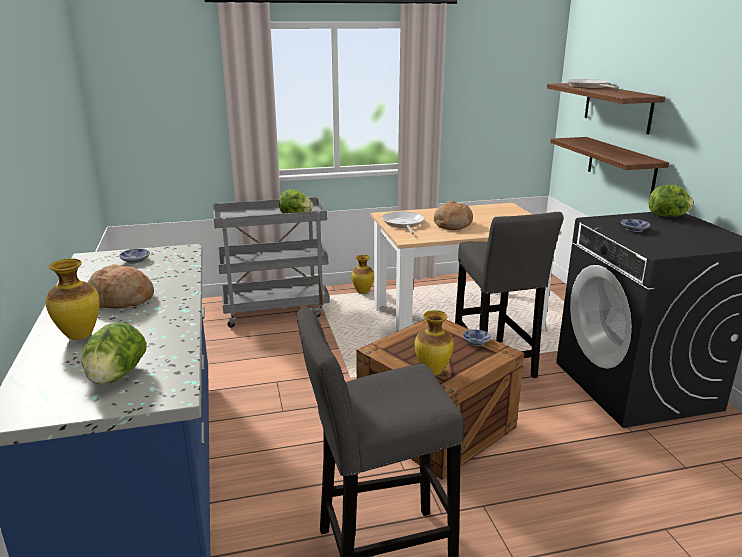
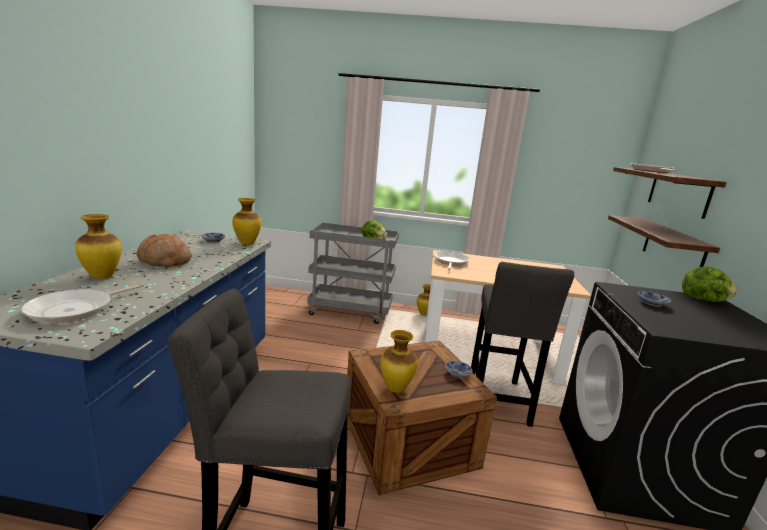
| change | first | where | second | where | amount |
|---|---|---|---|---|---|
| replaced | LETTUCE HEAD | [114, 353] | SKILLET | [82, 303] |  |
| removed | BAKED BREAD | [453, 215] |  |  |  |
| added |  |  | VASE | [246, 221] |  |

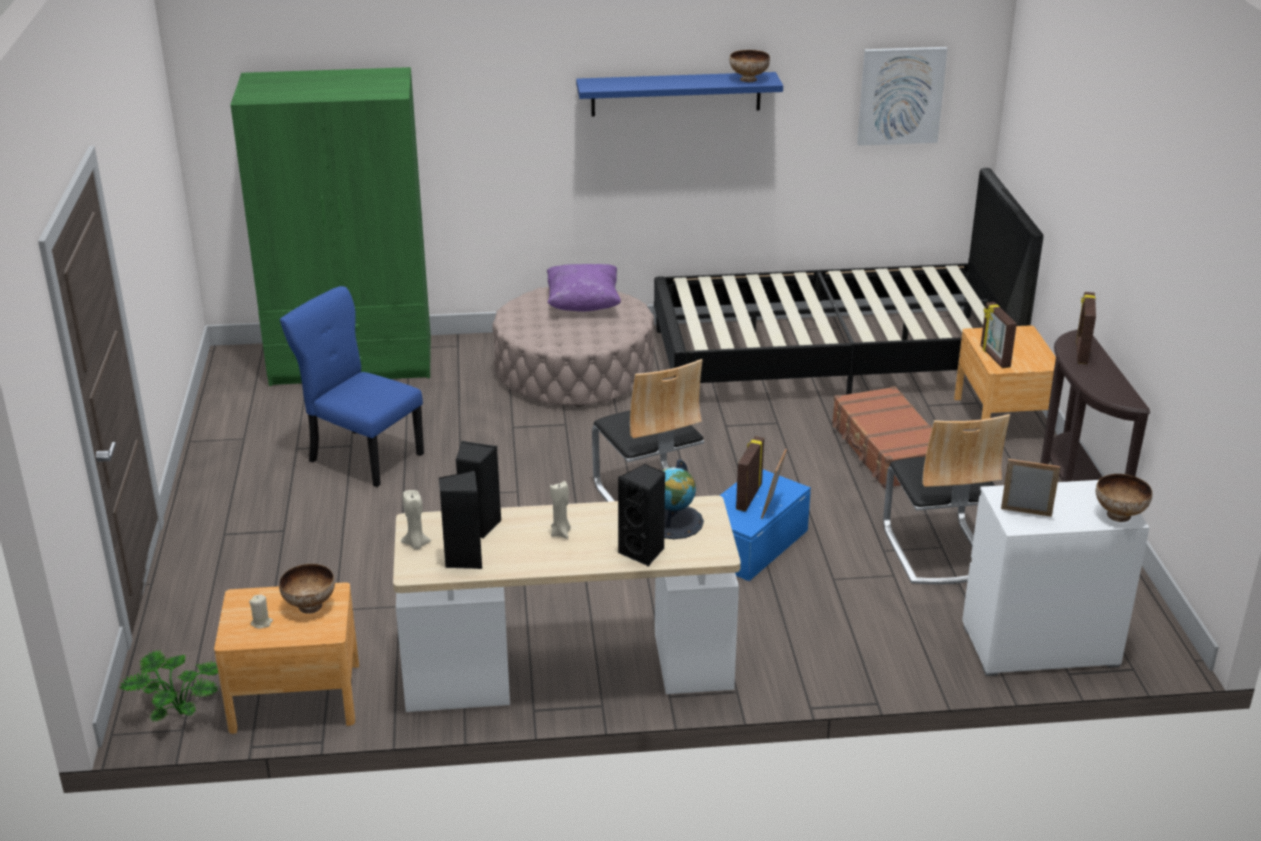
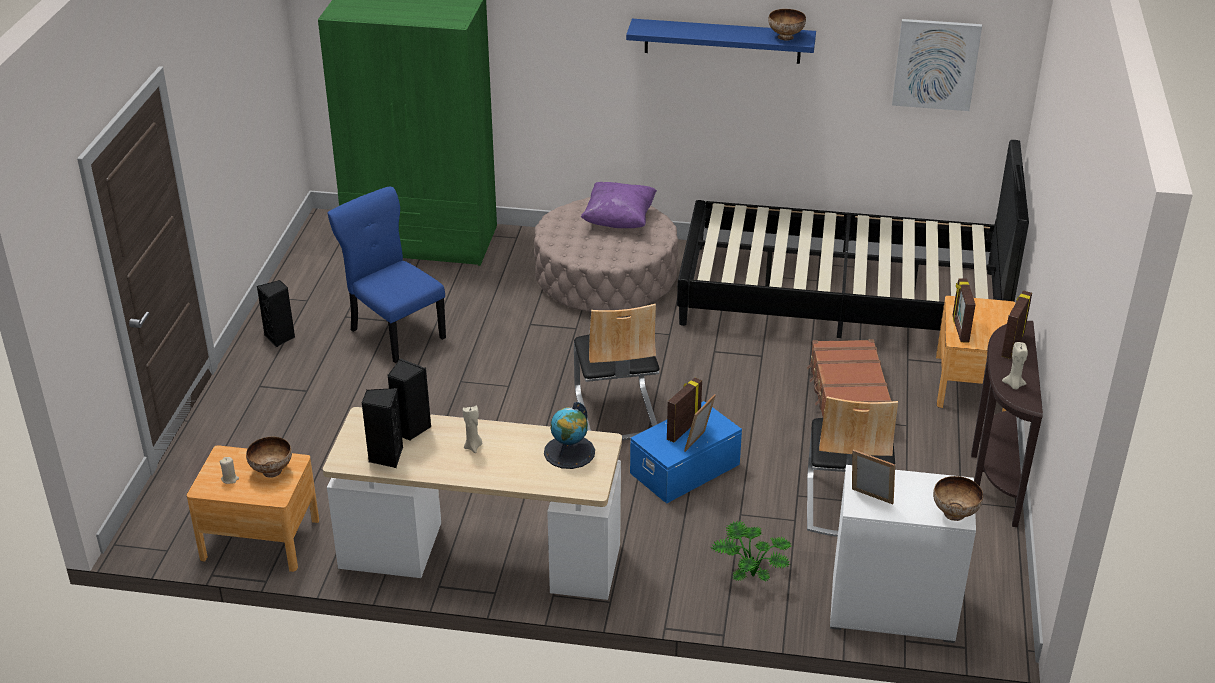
| change | first | where | second | where | amount |
|---|---|---|---|---|---|
| moved | POTTED PLANT | [168, 685] |  | [751, 551] |  |
| moved | SAND-COLOURED WAX LIGHT | [416, 519] |  | [1015, 366] |  |
| moved | BLACK-COLOURED SPEAKER | [641, 515] |  | [276, 313] |  |

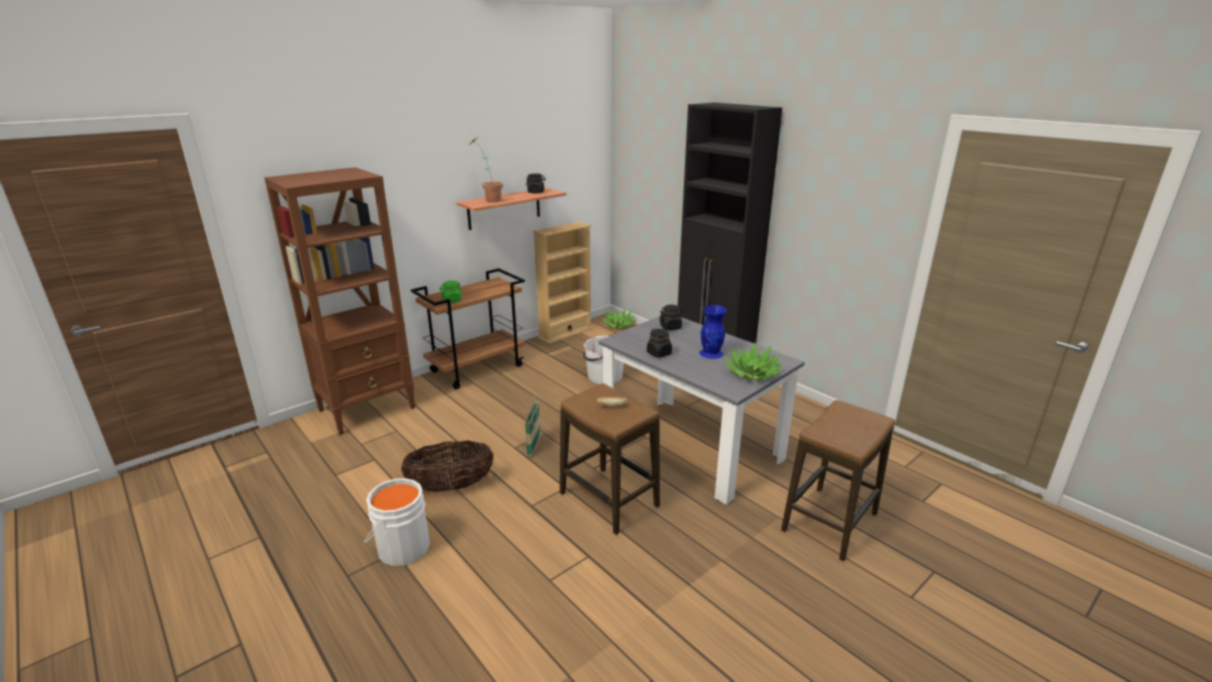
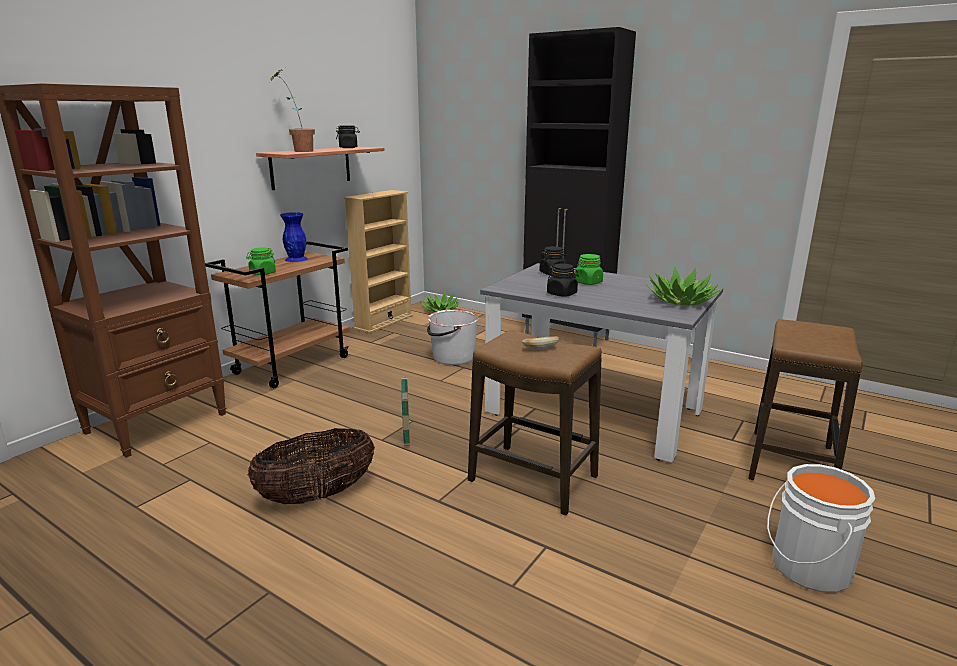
| change | first | where | second | where | amount |
|---|---|---|---|---|---|
| moved | WHITE PAIL | [397, 522] |  | [821, 528] |  |
| moved | BLUE VASE | [713, 332] |  | [294, 237] |  |
| added |  |  | GREEN-COLOURED STORAGE JAR | [588, 269] |  |

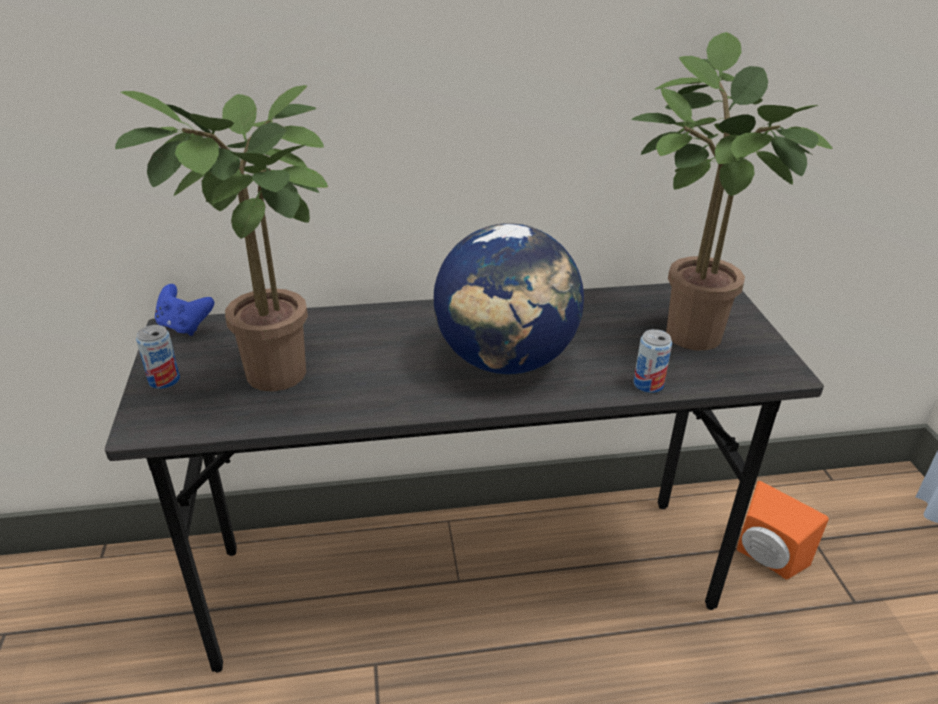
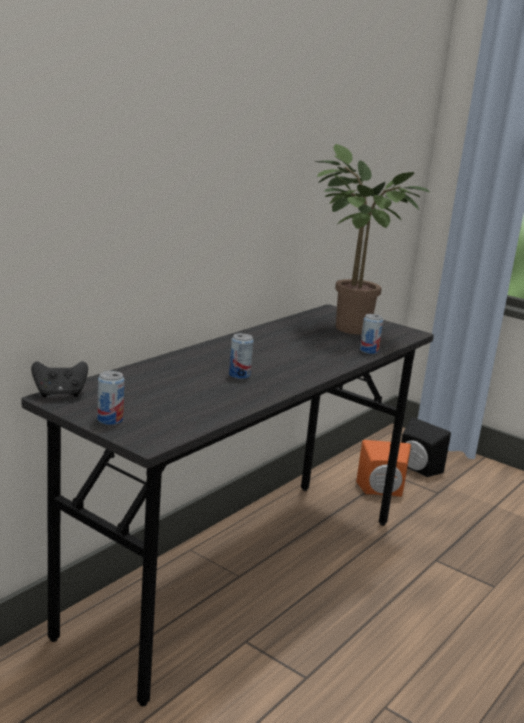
| change | first | where | second | where | amount |
|---|---|---|---|---|---|
| removed | POTTED PLANT | [221, 238] |  |  |  |
| recoloured | BLUE GAMEPAD | [184, 310] | BLACK-COLOURED GAMEPAD | [59, 379] |  |
| removed | DESK GLOBE | [509, 298] |  |  |  |
| added |  |  | METAL CAN | [241, 356] |  |
| added |  |  | BLACK-COLOURED SPEAKER | [426, 447] |  |

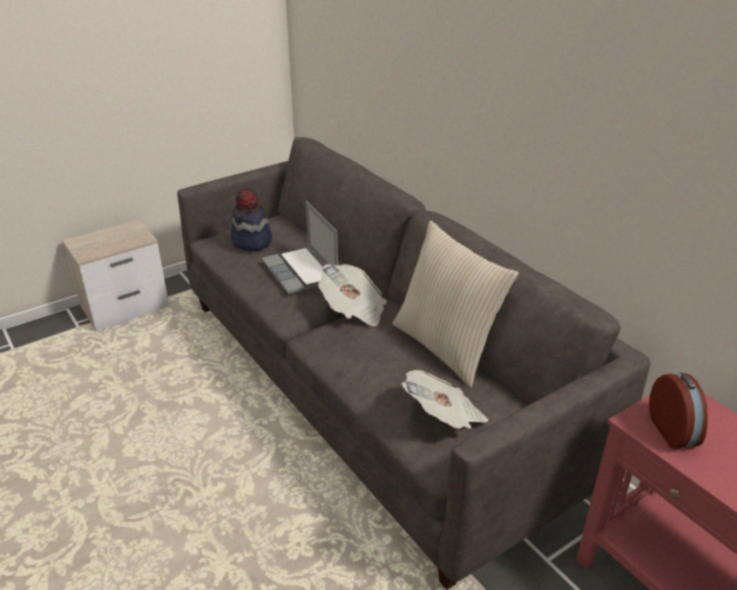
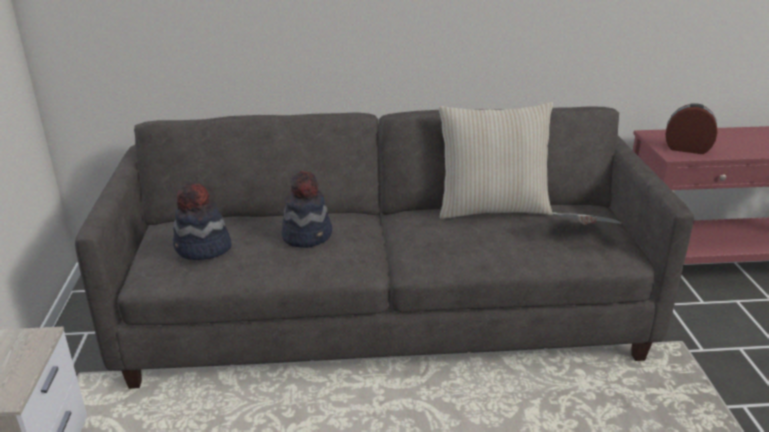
| change | first | where | second | where | amount |
|---|---|---|---|---|---|
| replaced | NOTEBOOK COMPUTER | [300, 248] | CLOTHING HAT | [307, 209] |  |
| removed | PRINTED PAPER | [352, 295] |  |  |  |

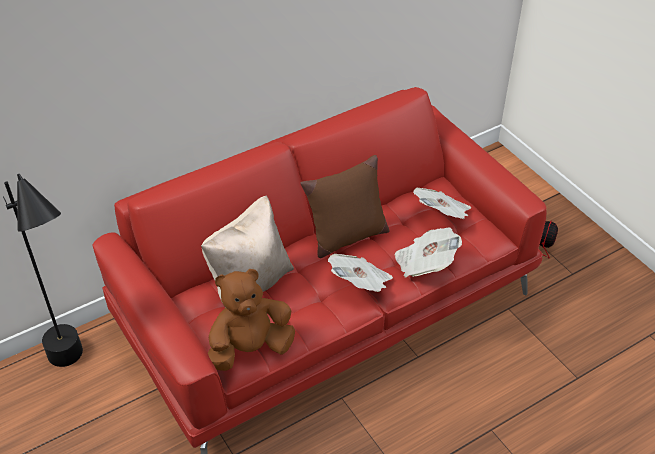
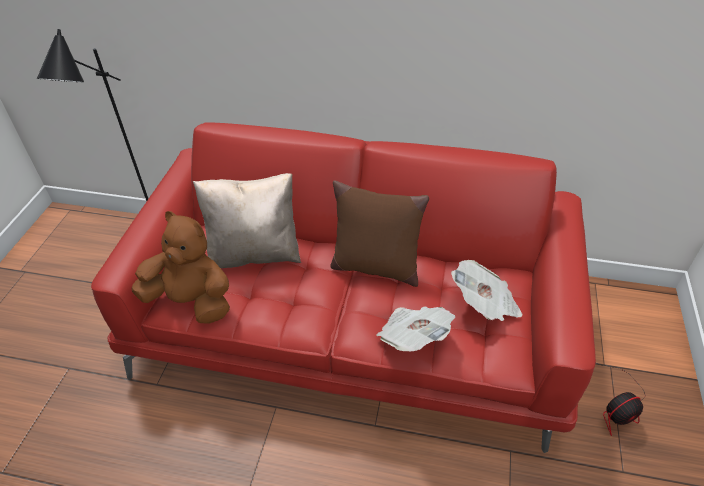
| change | first | where | second | where | amount |
|---|---|---|---|---|---|
| removed | PRINTED PAPER | [360, 273] |  |  |  |

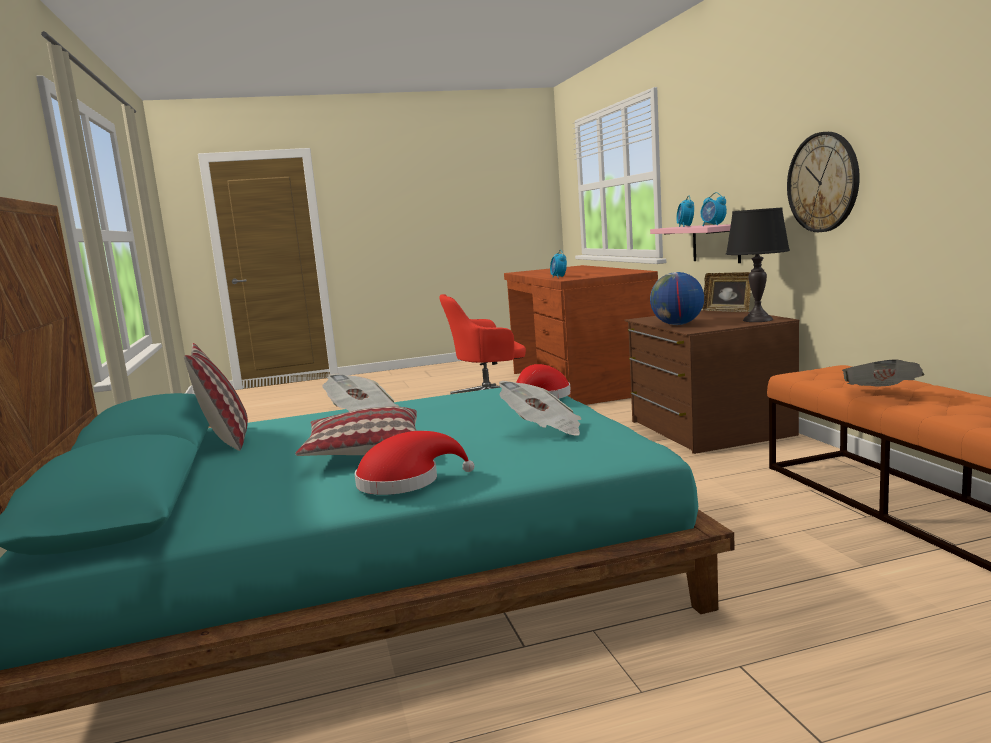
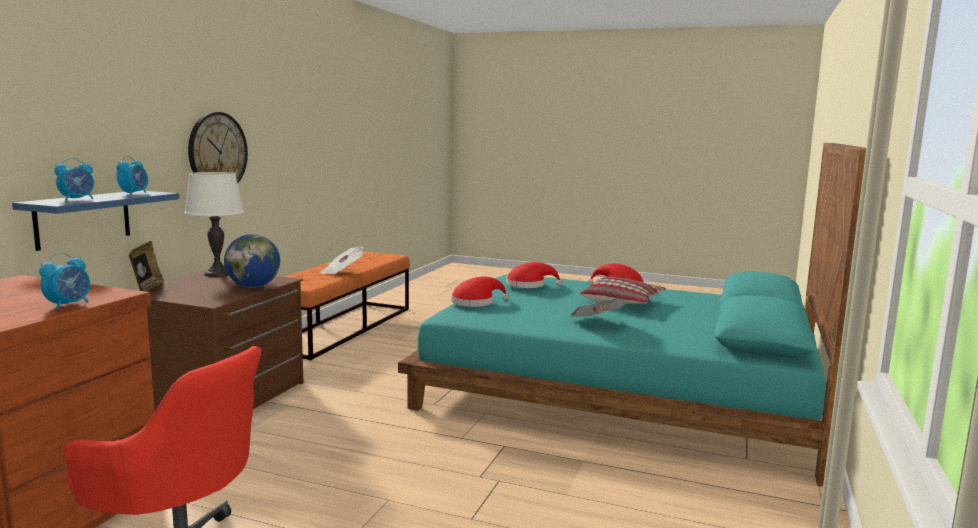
| change | first | where | second | where | amount |
|---|---|---|---|---|---|
| removed | PILLOW | [216, 397] |  |  |  |
| replaced | PRINTED PAPER | [540, 408] | RED-COLOURED CLOTHING HAT | [534, 275] |  |
| recoloured | PINK-COLOURED WALL SHELF | [695, 243] | BLUE WALL SHELF | [95, 221] |  |
| recoloured | BLACK-COLOURED TABLETOP LAMP | [758, 265] | WHITE TABLETOP LAMP | [214, 224] |  |

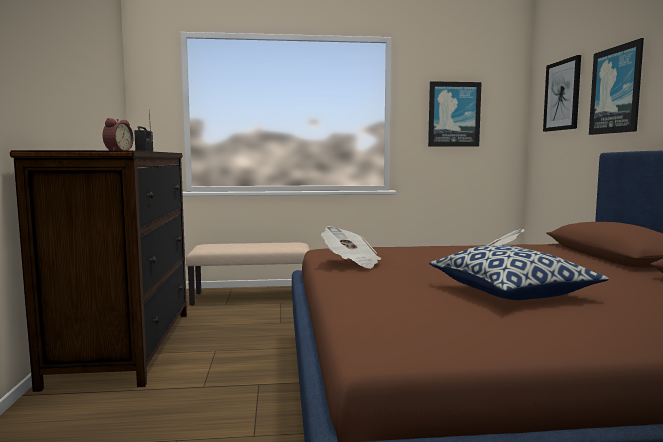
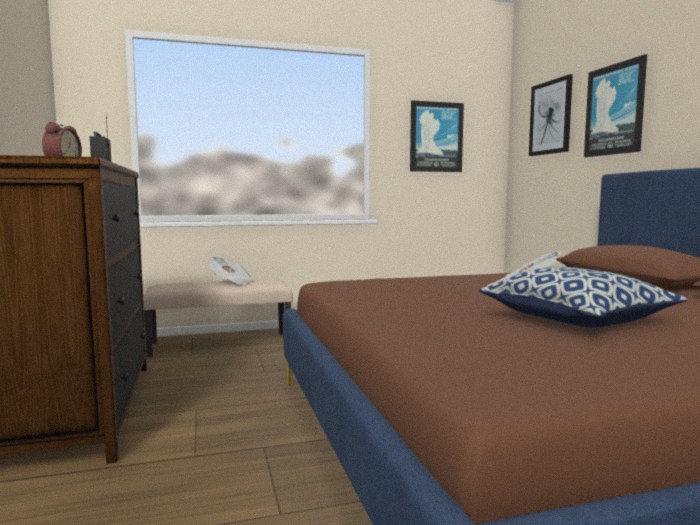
| change | first | where | second | where | amount |
|---|---|---|---|---|---|
| moved | PRINTED PAPER | [351, 247] |  | [230, 271] |  |

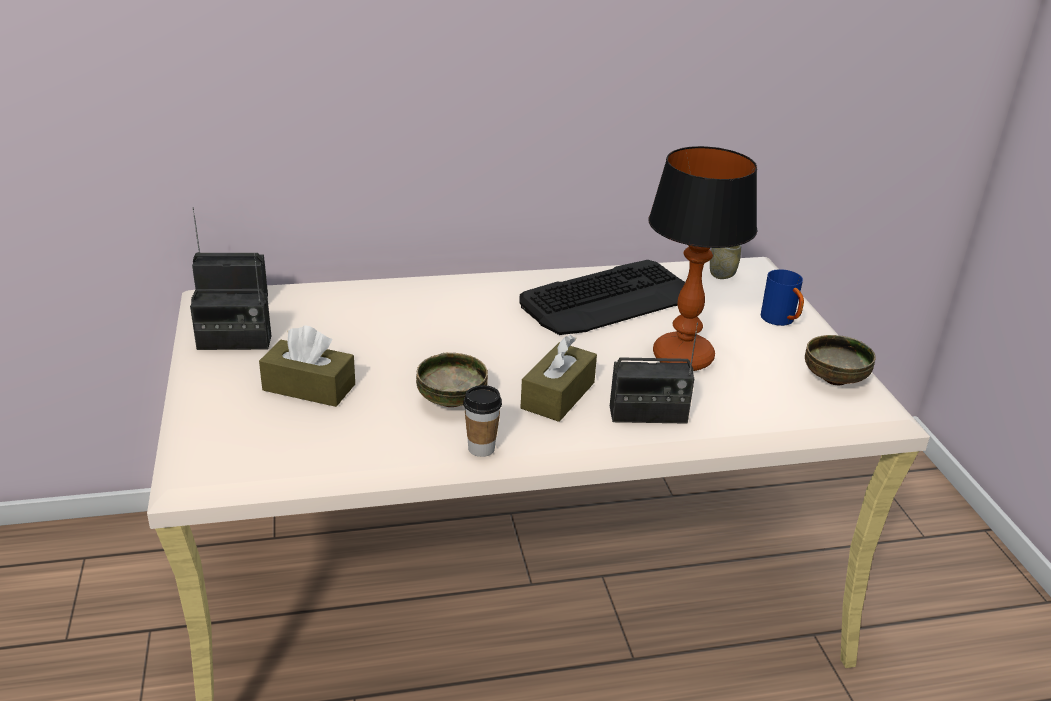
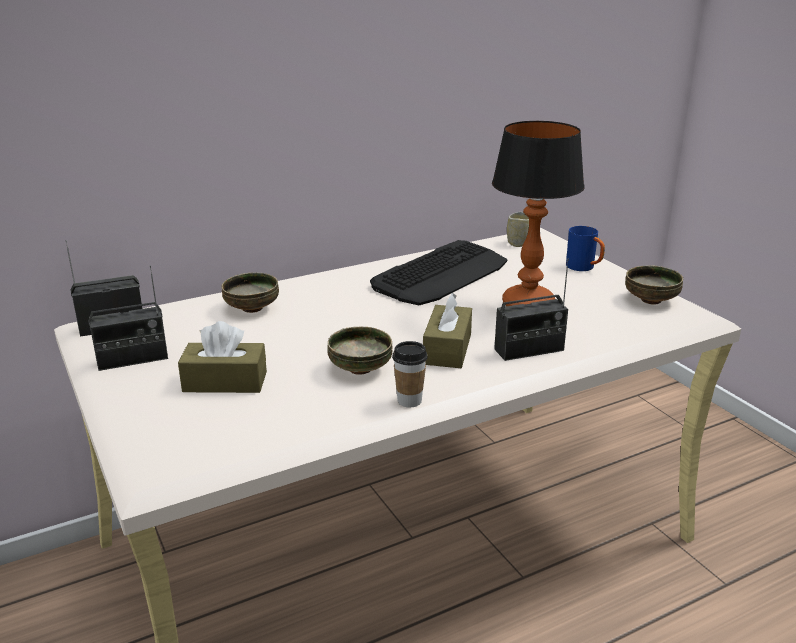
| change | first | where | second | where | amount |
|---|---|---|---|---|---|
| added |  |  | SERVING BOWL | [250, 293] |  |

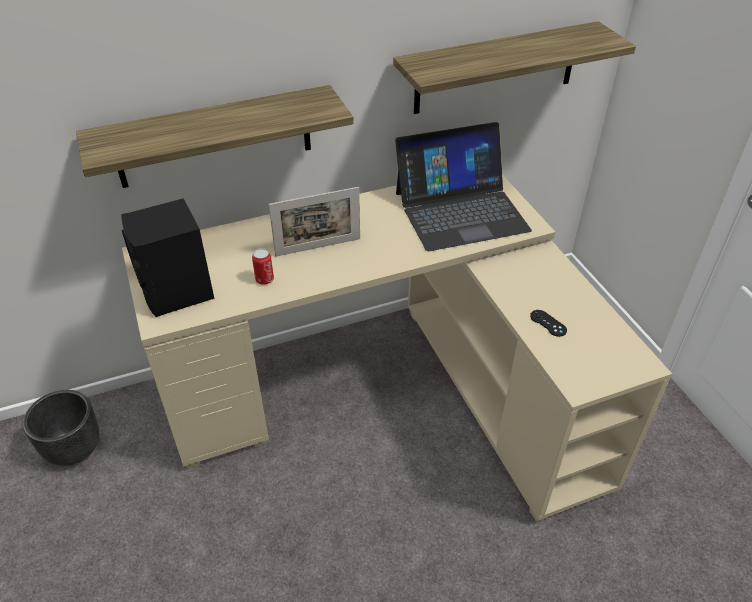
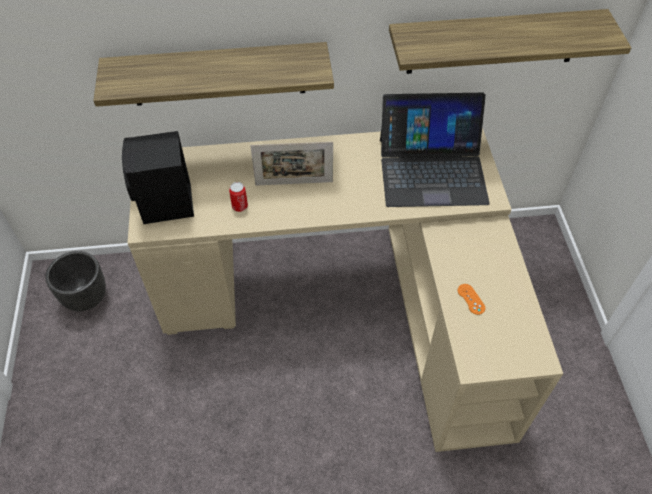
| change | first | where | second | where | amount |
|---|---|---|---|---|---|
| recoloured | BLACK-COLOURED GAMEPAD | [548, 323] | ORANGEY GAMEPAD | [471, 299] |  |

